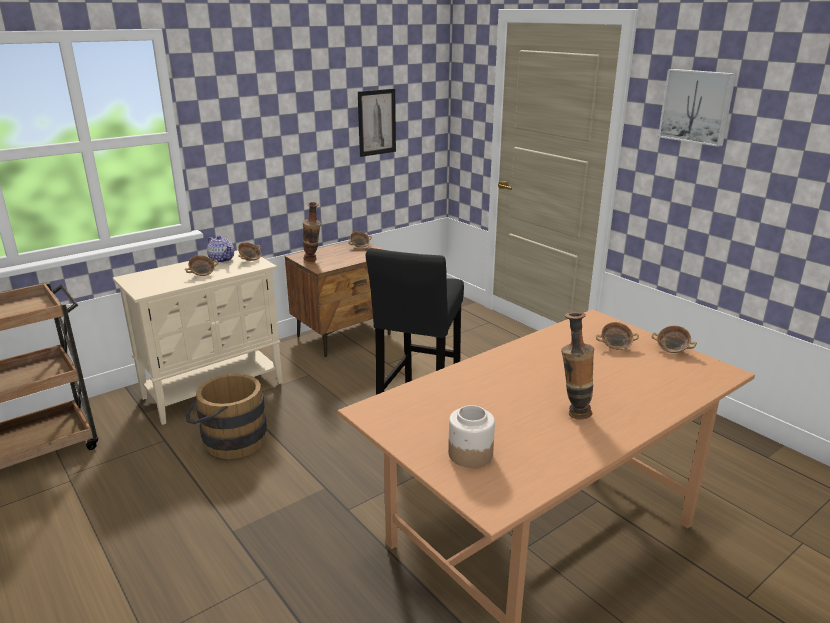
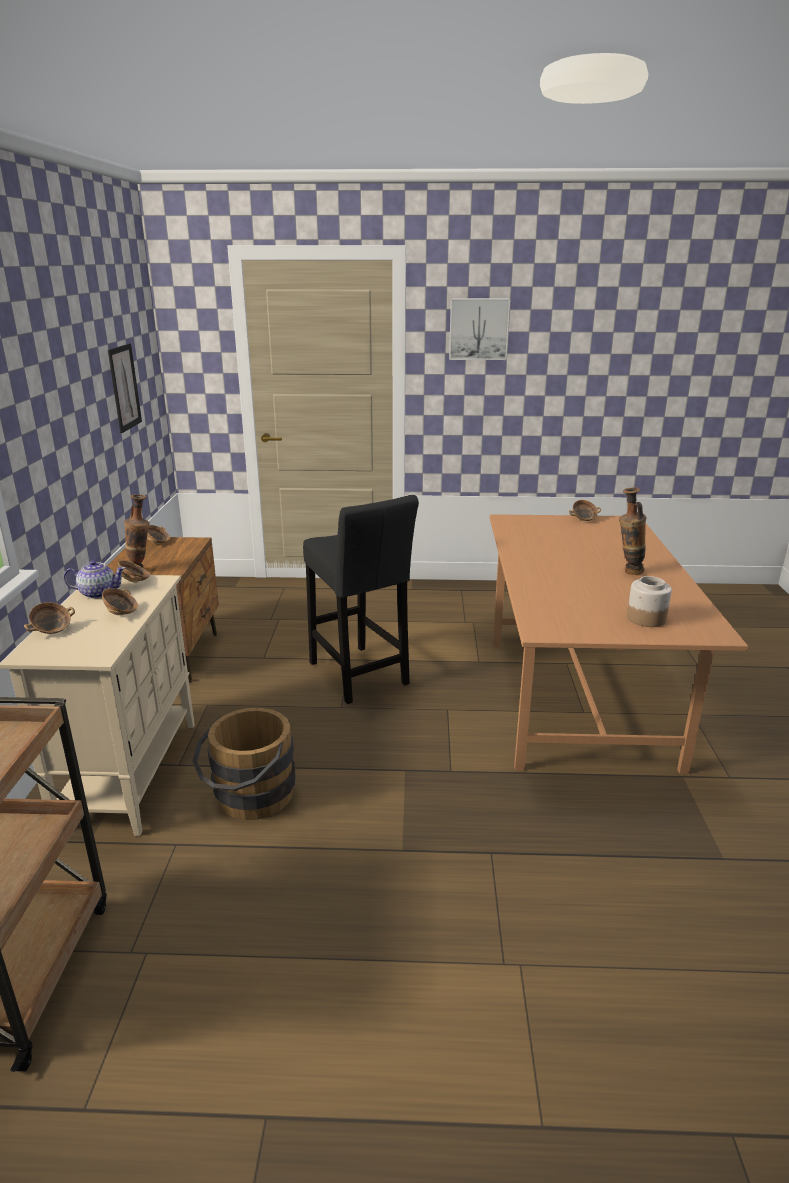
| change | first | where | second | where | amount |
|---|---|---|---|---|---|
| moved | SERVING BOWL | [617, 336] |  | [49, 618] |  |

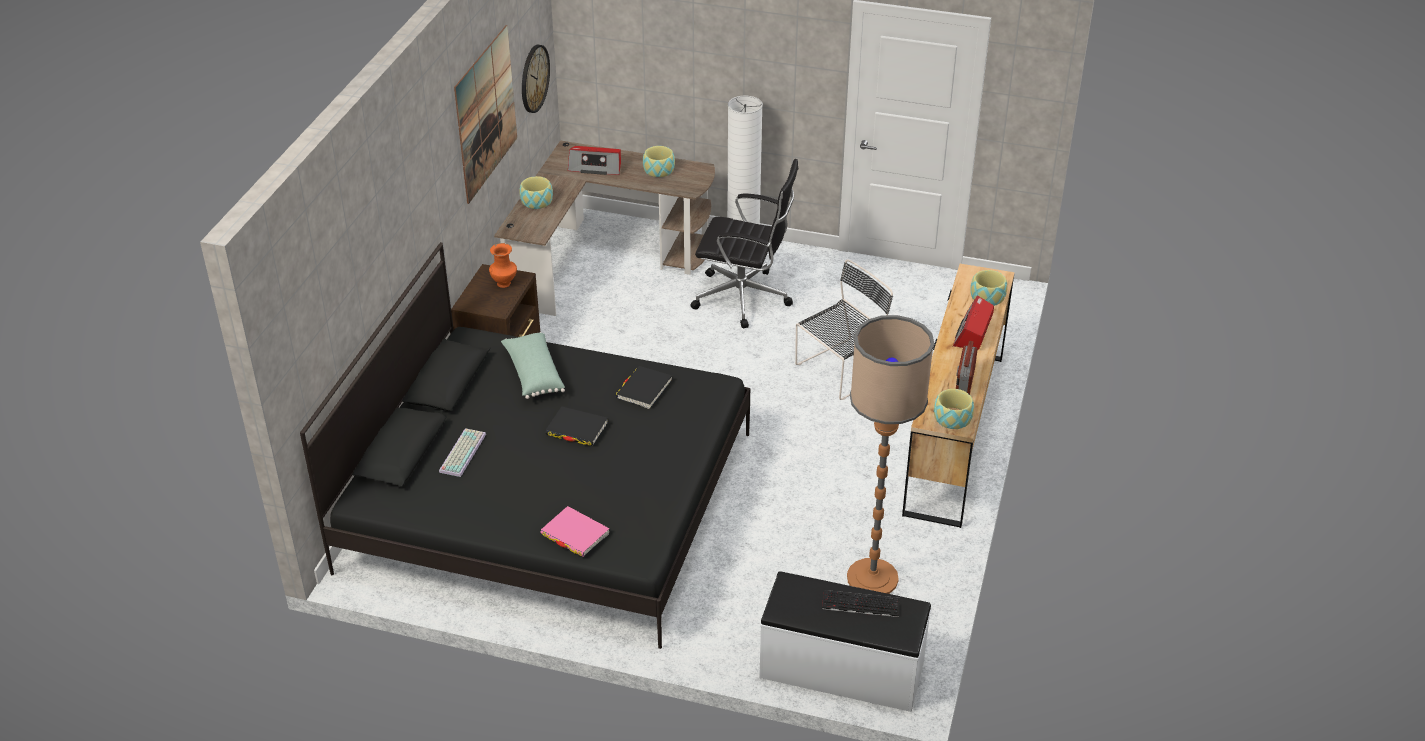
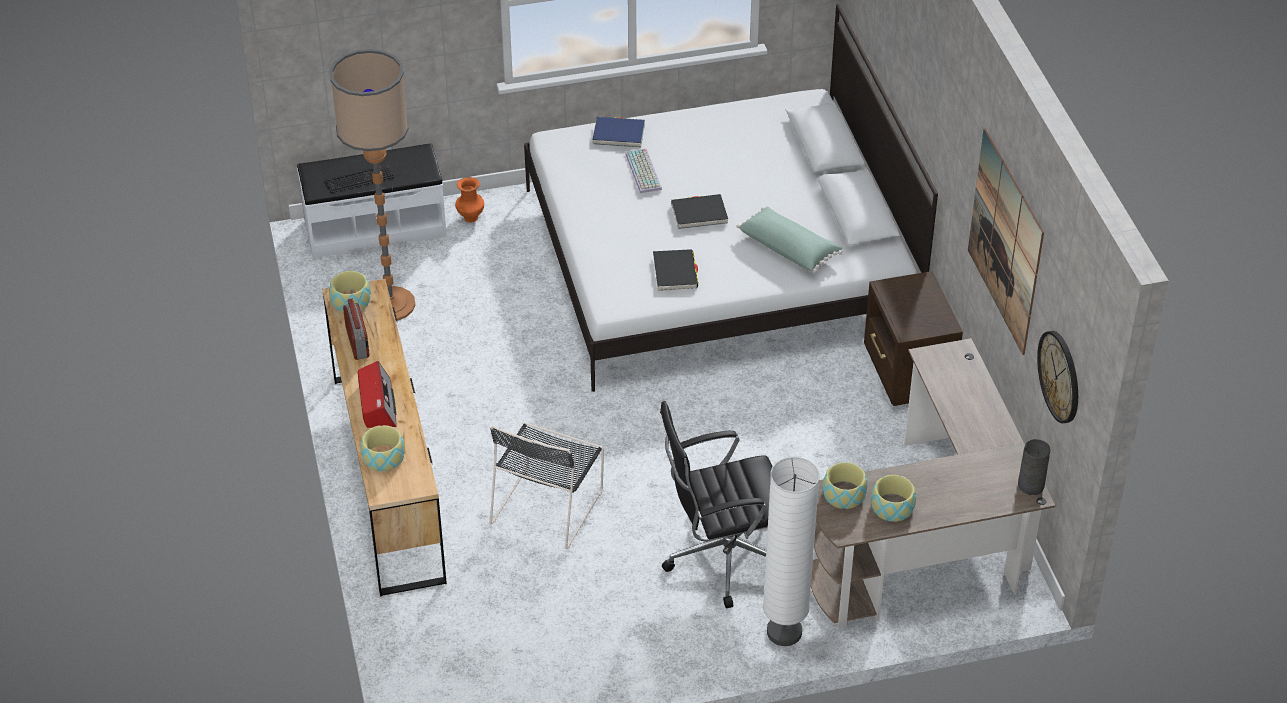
| change | first | where | second | where | amount |
|---|---|---|---|---|---|
| recoloured | BLACK-COLOURED SLEEPING BED | [525, 445] | WHITE SLEEPING BED | [731, 198] |  |
| moved | PC KEYBOARD | [462, 452] |  | [643, 171] |  |
| moved | ORANGEY VASE | [503, 265] |  | [469, 200] |  |
| moved | SERVING BOWL | [536, 192] |  | [845, 485] |  |
| recoloured | PINK-COLOURED BOUND BOOK | [575, 531] | BLUE BOUND BOOK | [618, 132] |  |
| removed | RADIO RECEIVER | [594, 160] |  |  |  |
| added |  |  | GREYISH VASE | [1034, 467] |  |

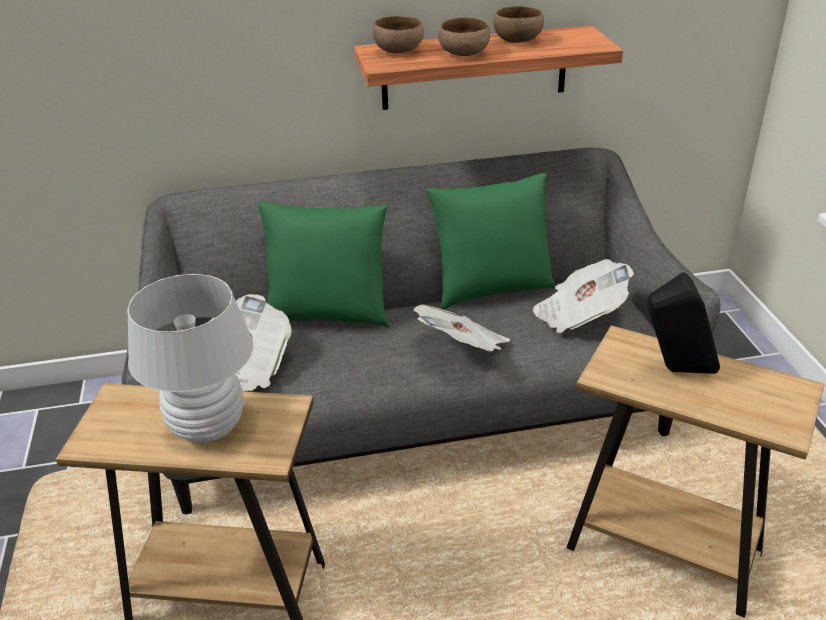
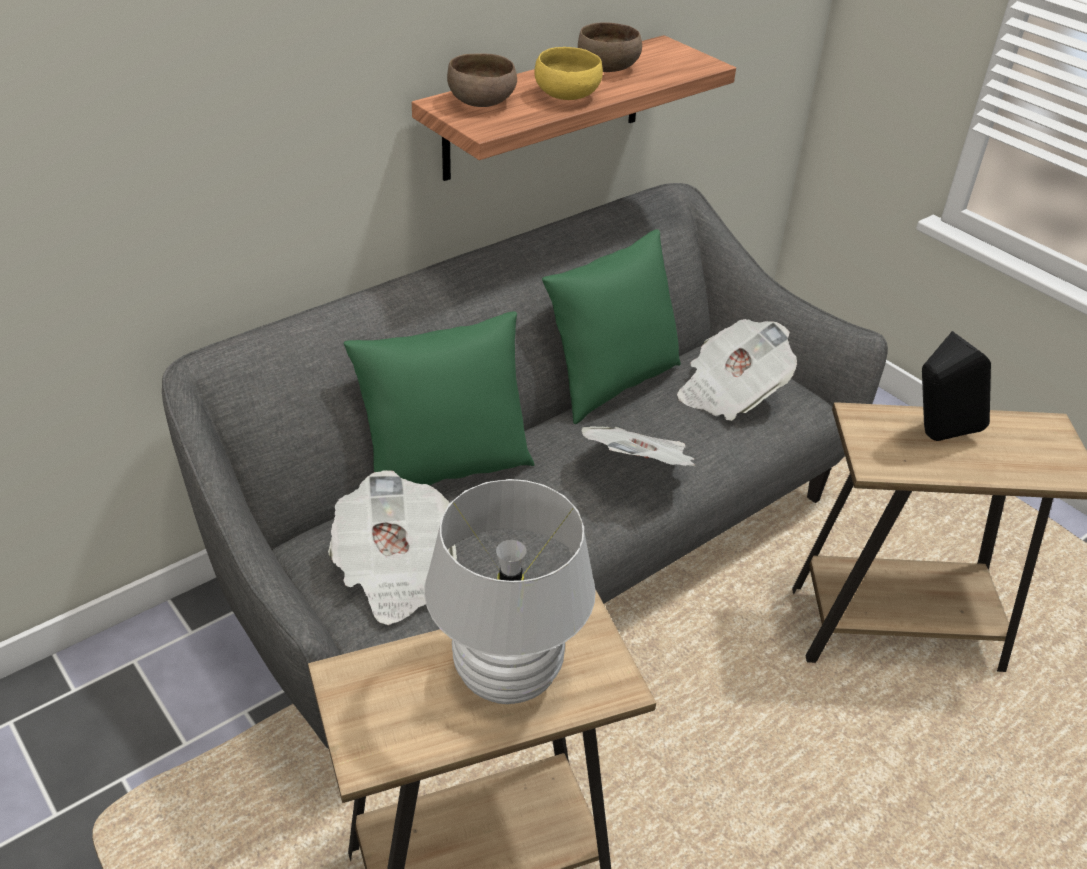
| change | first | where | second | where | amount |
|---|---|---|---|---|---|
| recoloured | BROWN-COLOURED SERVING BOWL | [464, 36] | YELLOW-COLOURED SERVING BOWL | [569, 73] |  |

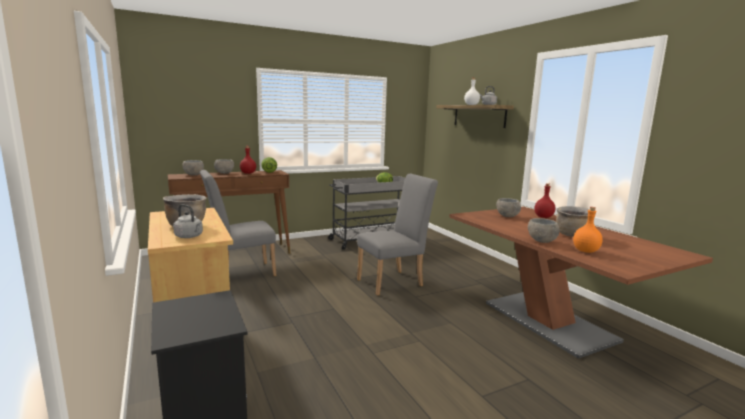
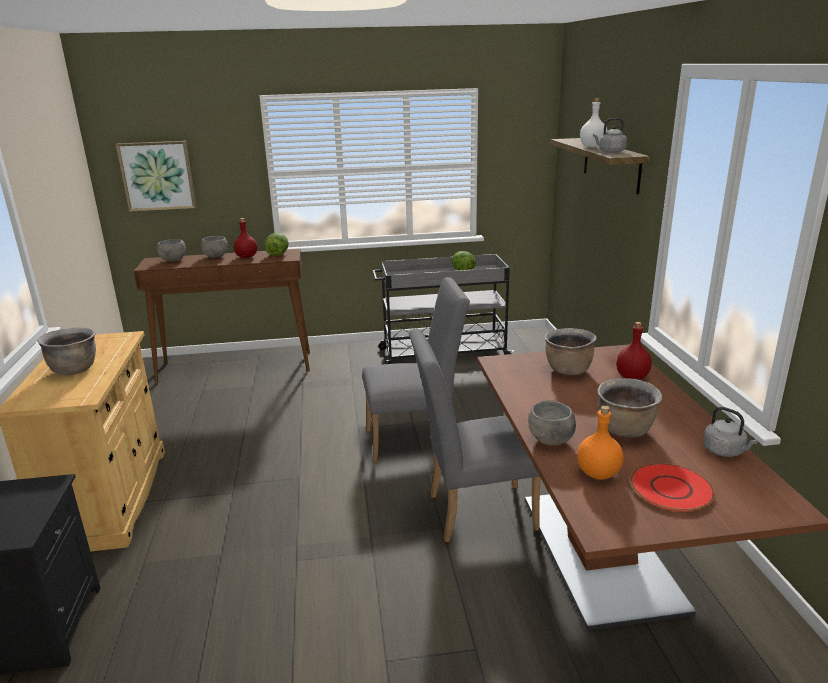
| change | first | where | second | where | amount |
|---|---|---|---|---|---|
| moved | GREYISH KETTLE | [188, 221] |  | [730, 432] |  |
| moved | GREYISH CHAIR | [238, 223] |  | [474, 435] |  |
| replaced | GREYISH SERVING BOWL | [508, 207] | BROWN-COLOURED SAUCEPOT | [570, 351] |  |
| added |  |  | PICTURE | [156, 176] |  |
| added |  |  | RED-COLOURED FLAT DISH | [672, 487] |  |

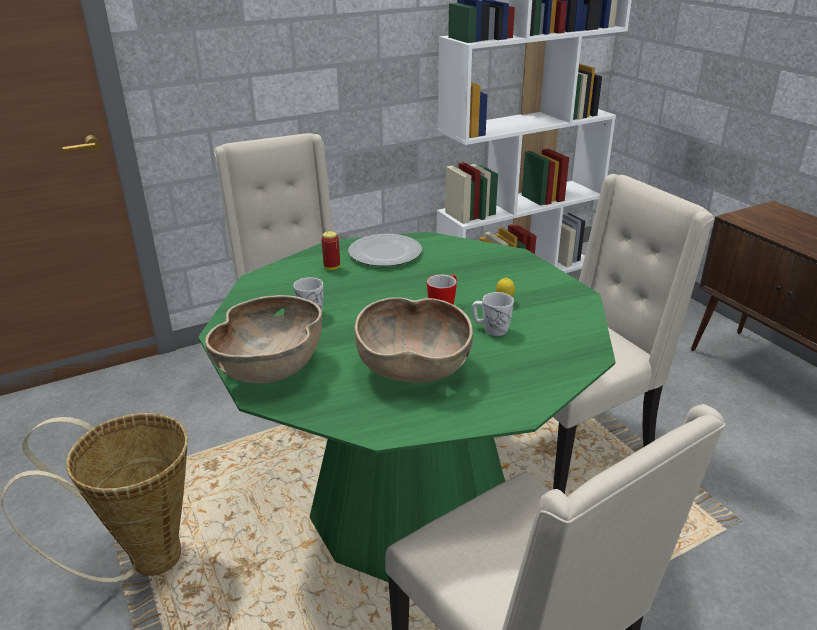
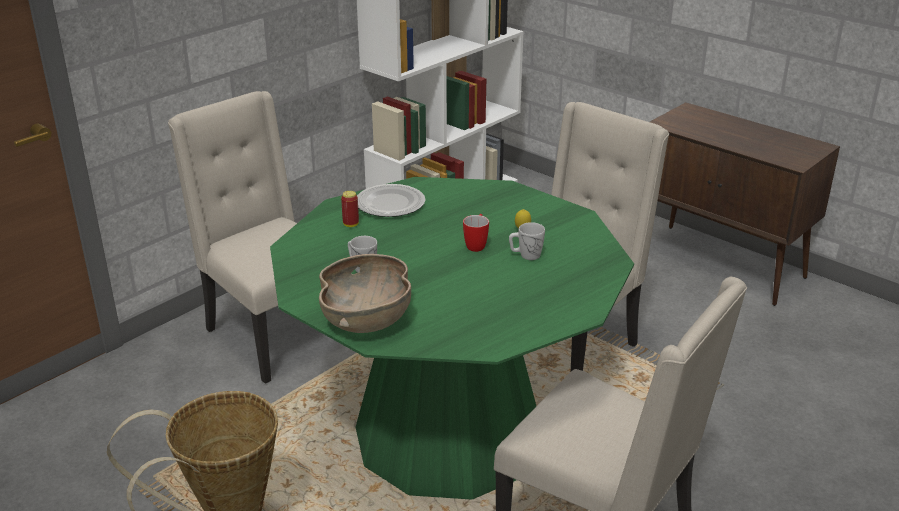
| change | first | where | second | where | amount |
|---|---|---|---|---|---|
| removed | BROWN-COLOURED SERVING BOWL | [413, 340] |  |  |  |

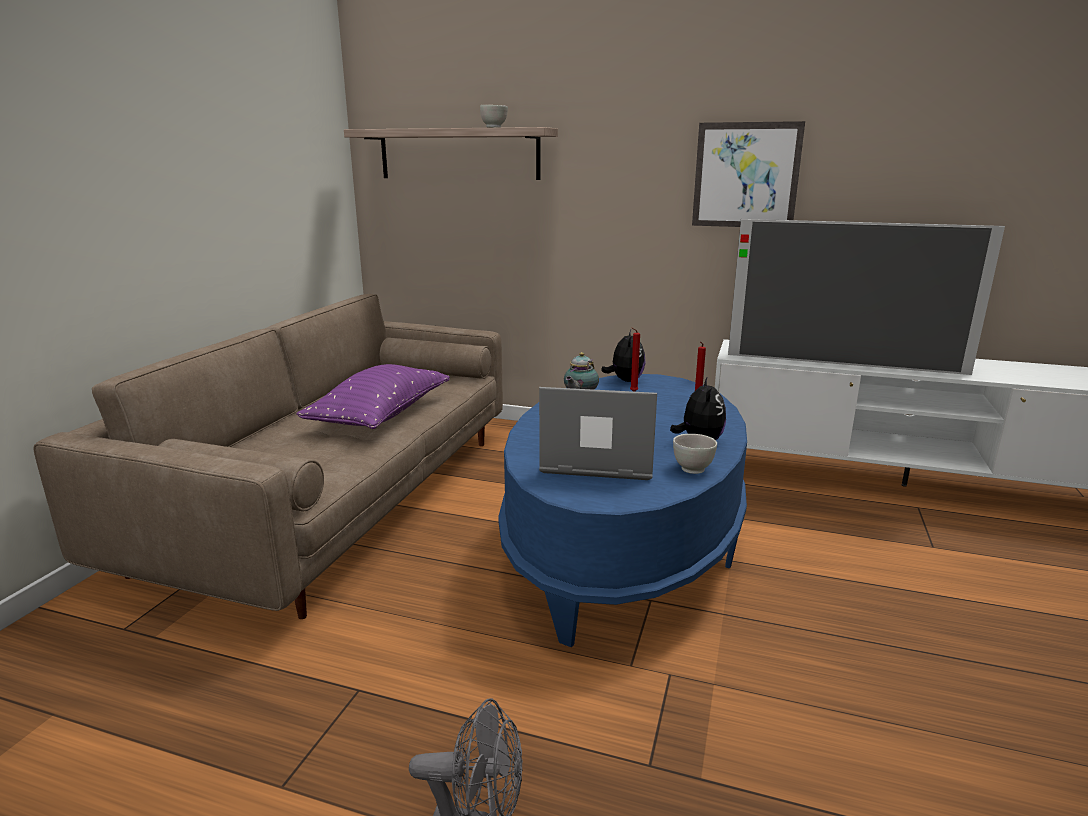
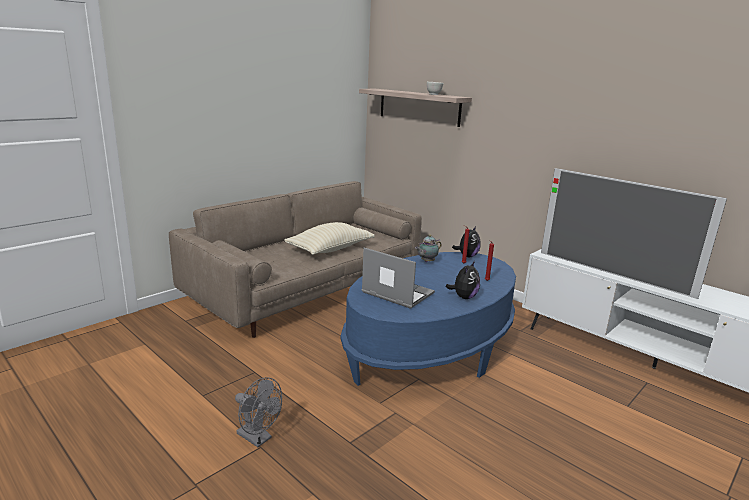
| change | first | where | second | where | amount |
|---|---|---|---|---|---|
| recoloured | PURPLE PILLOW | [373, 396] | SAND-COLOURED PILLOW | [330, 238] |  |
| removed | WHITE SERVING BOWL | [695, 454] |  |  |  |
| removed | PICTURE | [748, 174] |  |  |  |

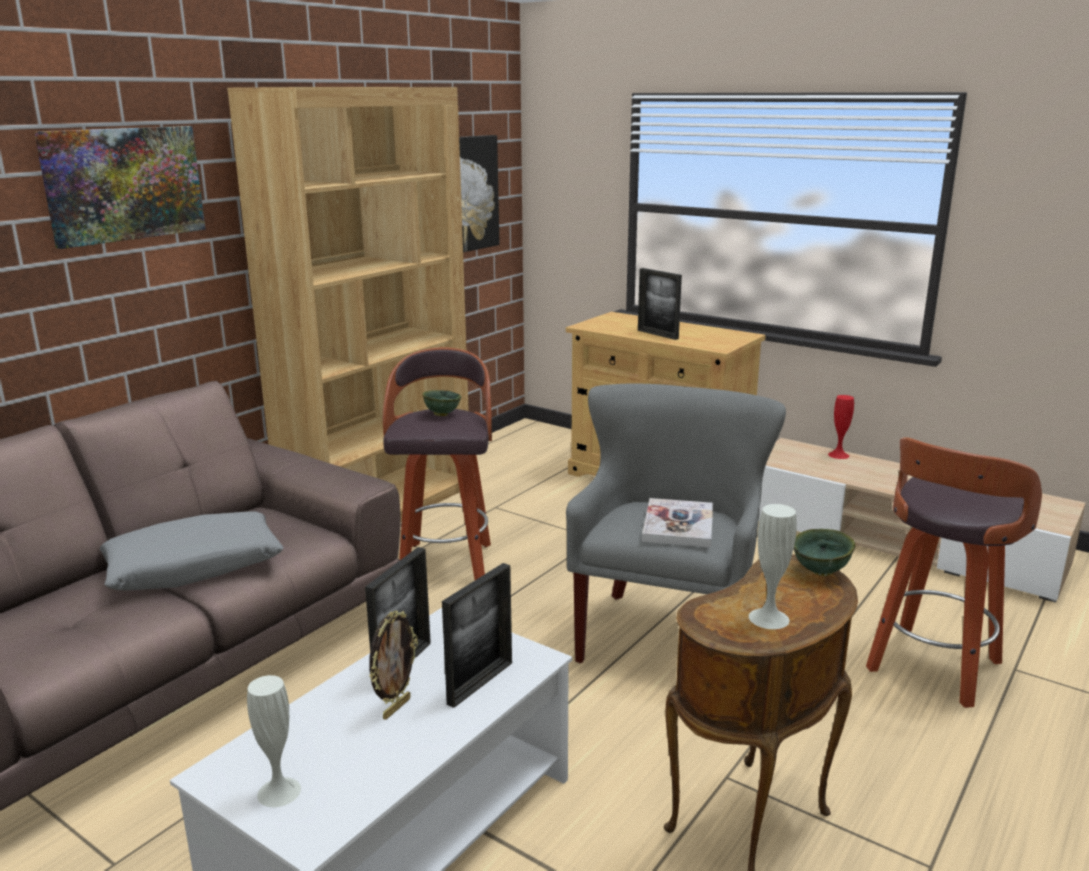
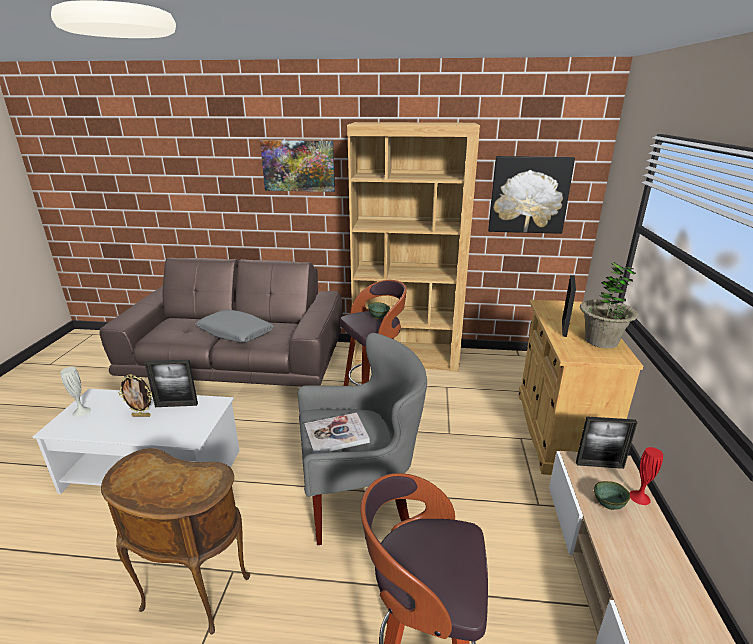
| change | first | where | second | where | amount |
|---|---|---|---|---|---|
| moved | STANDING FRAME | [477, 635] |  | [607, 442] |  |
| removed | WHITE VASE | [773, 566] |  |  |  |
| moved | GREEN-COLOURED SERVING BOWL | [824, 552] |  | [612, 495] |  |
| added |  |  | POTTED PLANT | [609, 305] |  |

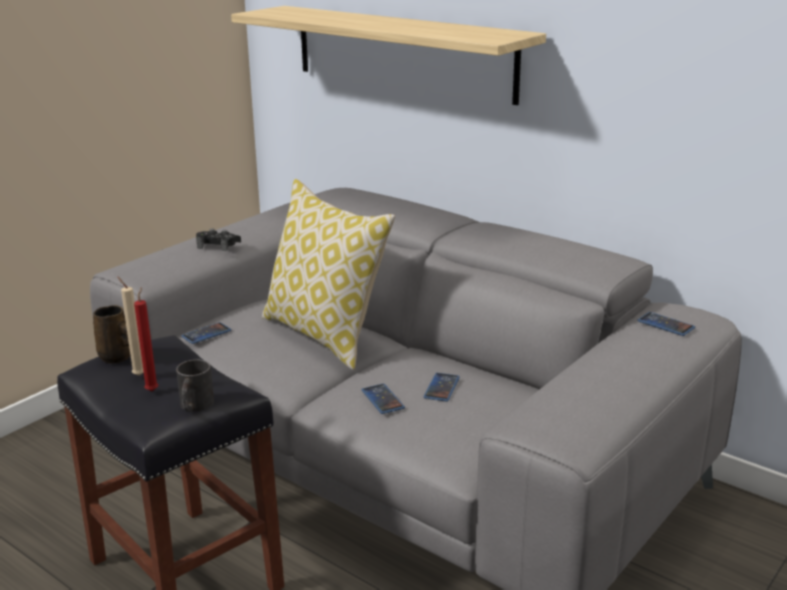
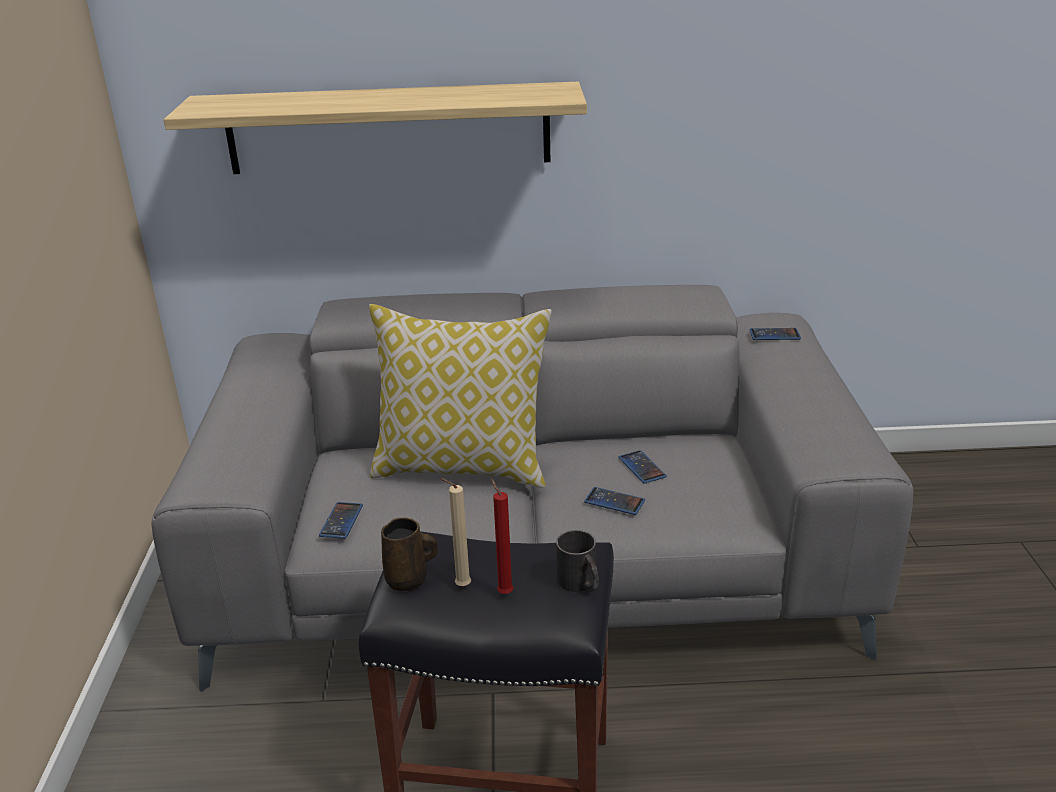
| change | first | where | second | where | amount |
|---|---|---|---|---|---|
| removed | BLACK-COLOURED GAMEPAD | [218, 239] |  |  |  |

